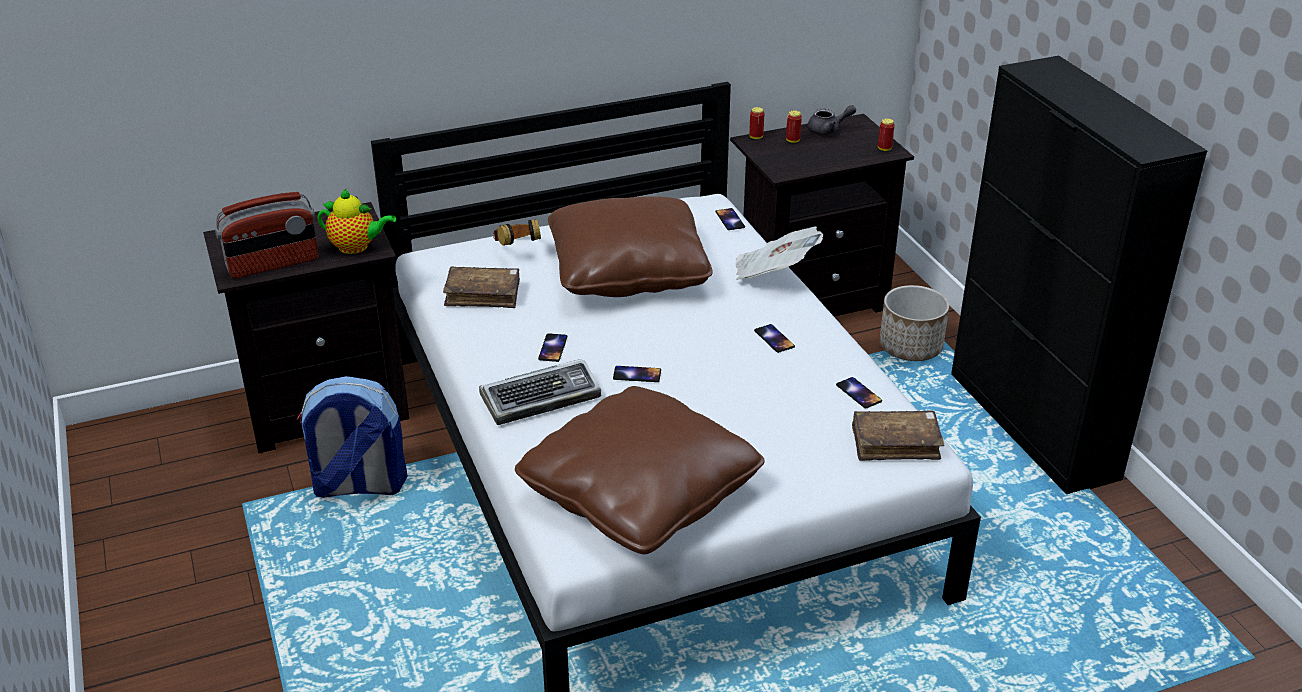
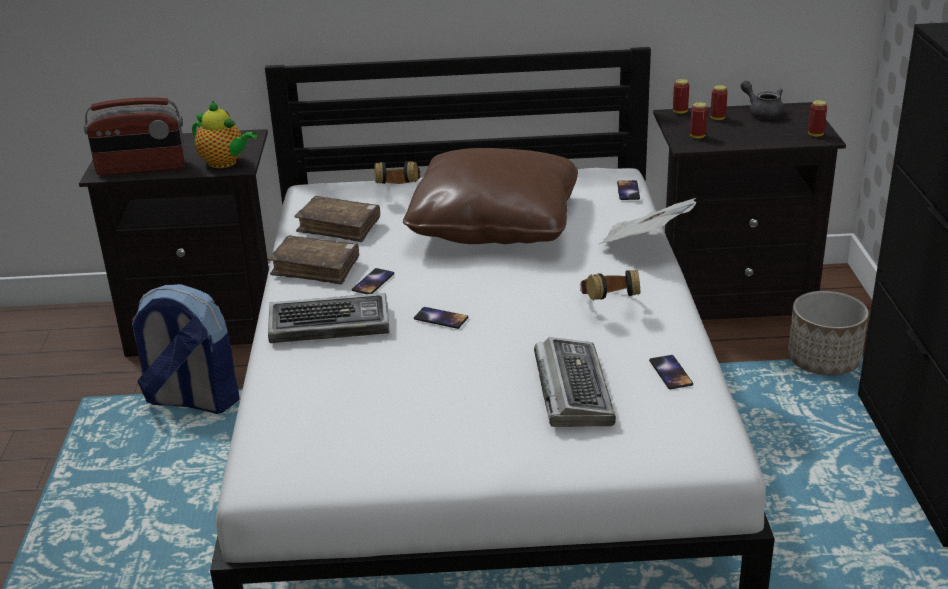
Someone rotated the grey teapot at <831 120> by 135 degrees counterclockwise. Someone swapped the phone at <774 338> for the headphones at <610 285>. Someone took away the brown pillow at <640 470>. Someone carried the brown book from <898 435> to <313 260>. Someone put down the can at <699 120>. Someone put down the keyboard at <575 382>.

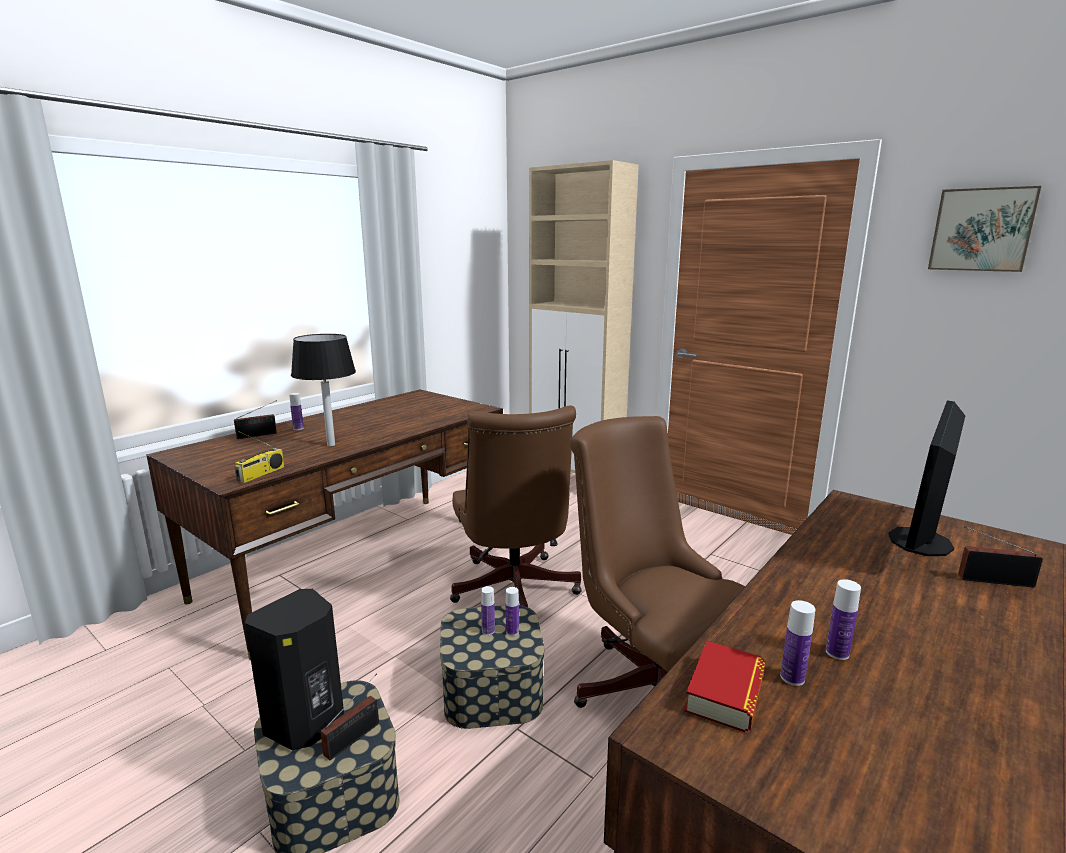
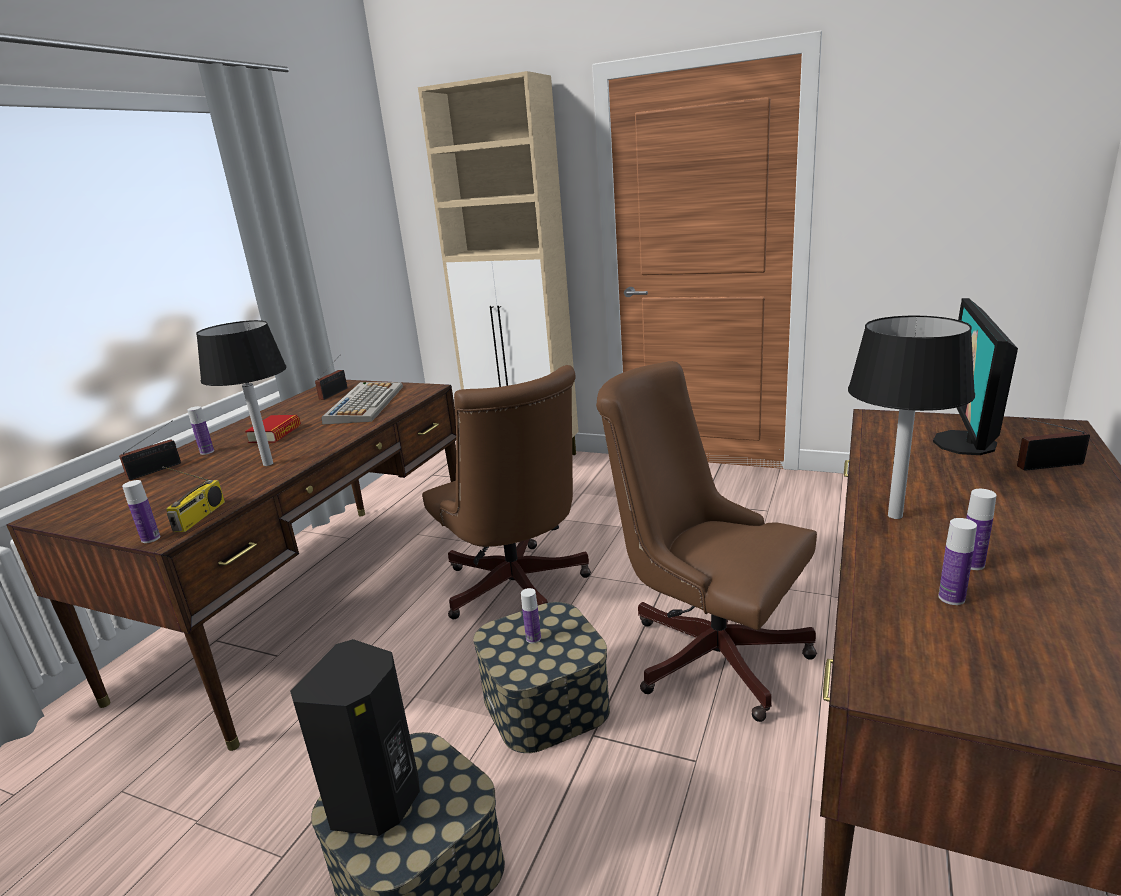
Someone took away the picture at <985 229>. Someone carried the bottle from <512 611> to <141 511>. Someone carried the book from <725 686> to <273 429>. Someone carried the radio from <350 717> to <331 377>. Someone put down the black table lamp at <911 417>. Someone put down the keyboard at <362 403>.

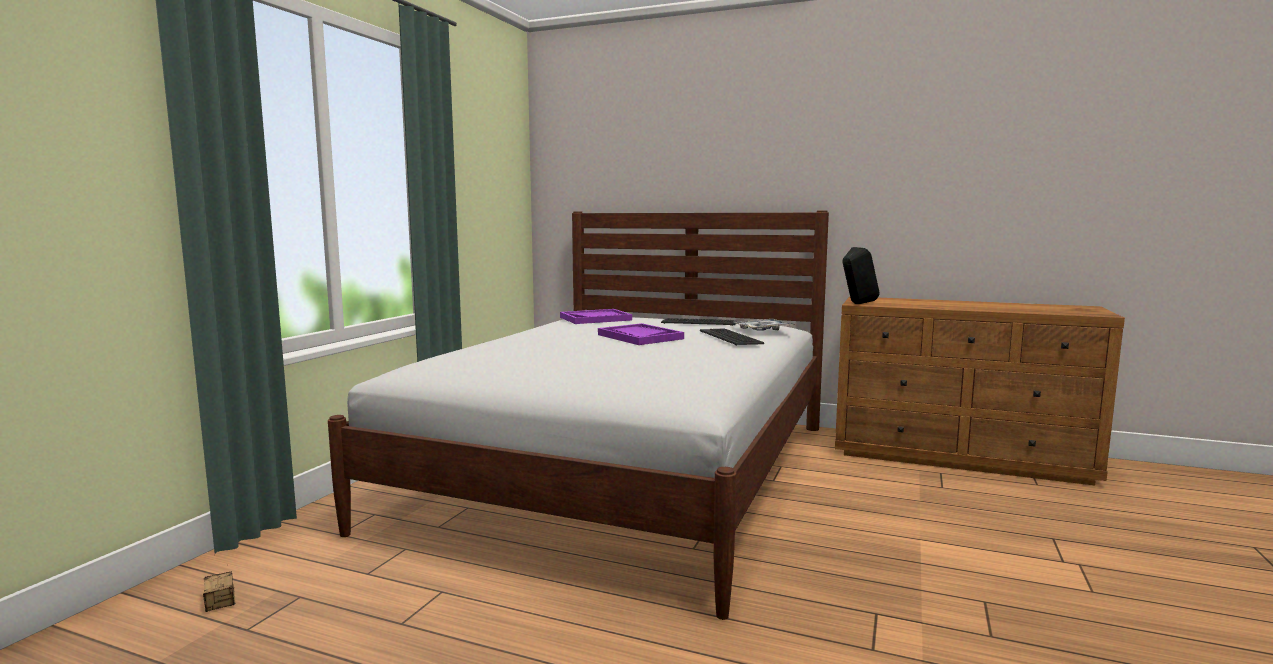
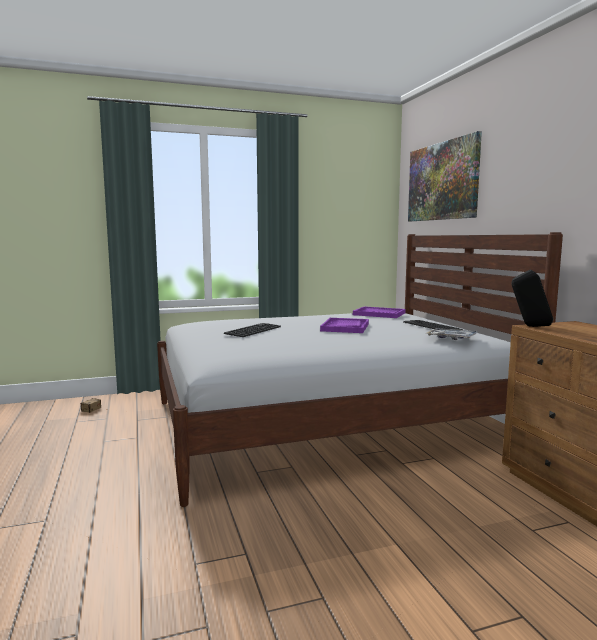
Someone carried the keyboard from <732 337> to <252 330>. Someone put up the picture at <445 176>.

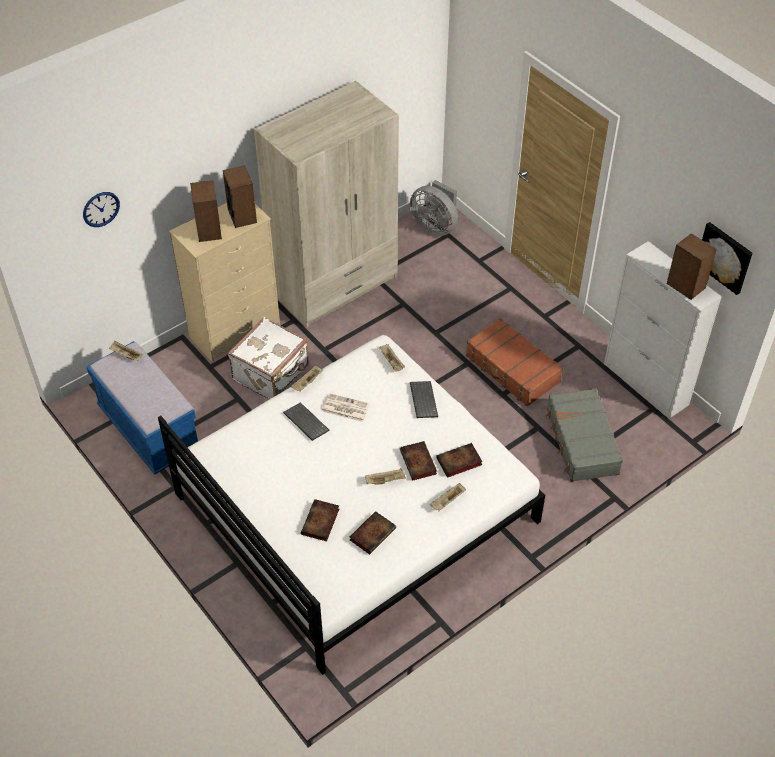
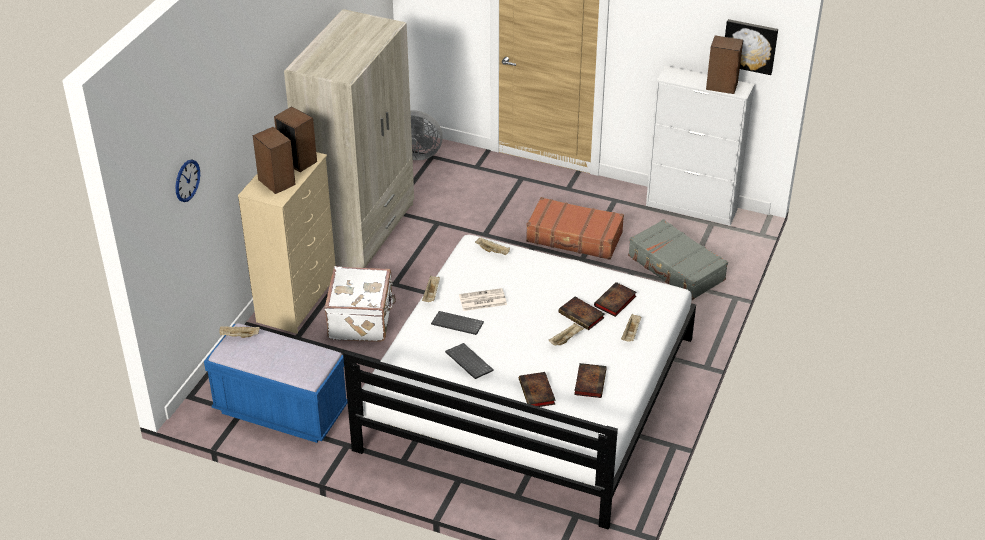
Someone carried the keyboard from <424 399> to <469 361>.

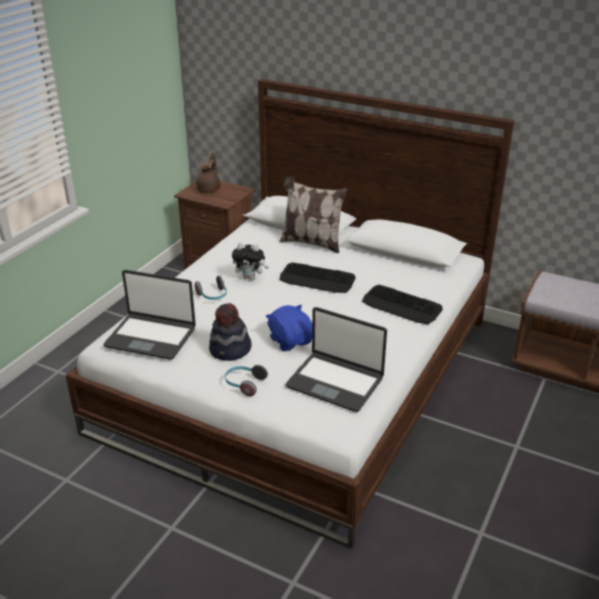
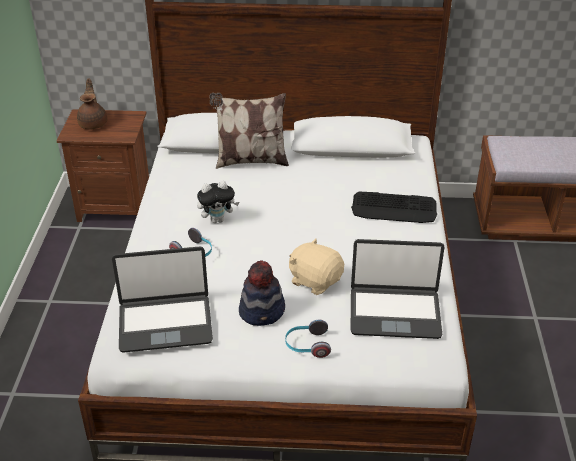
Someone took away the keyboard at <318 277>. Someone repainted the blue plush toy at <289 328>, which became the beige plush toy at <316 266>.

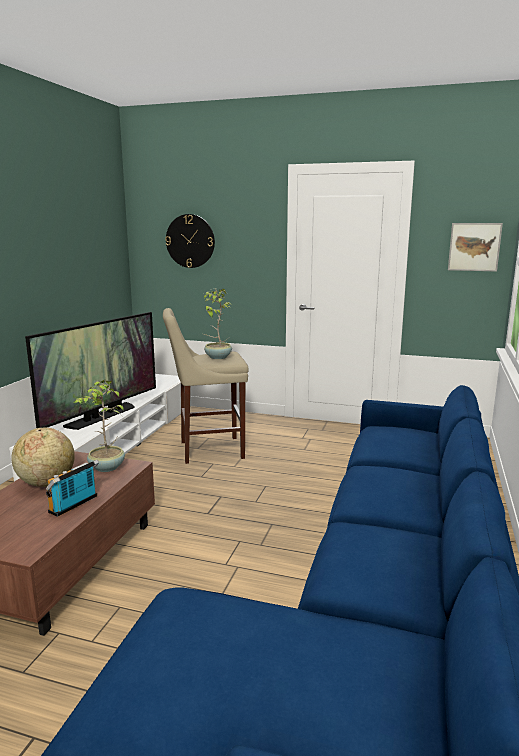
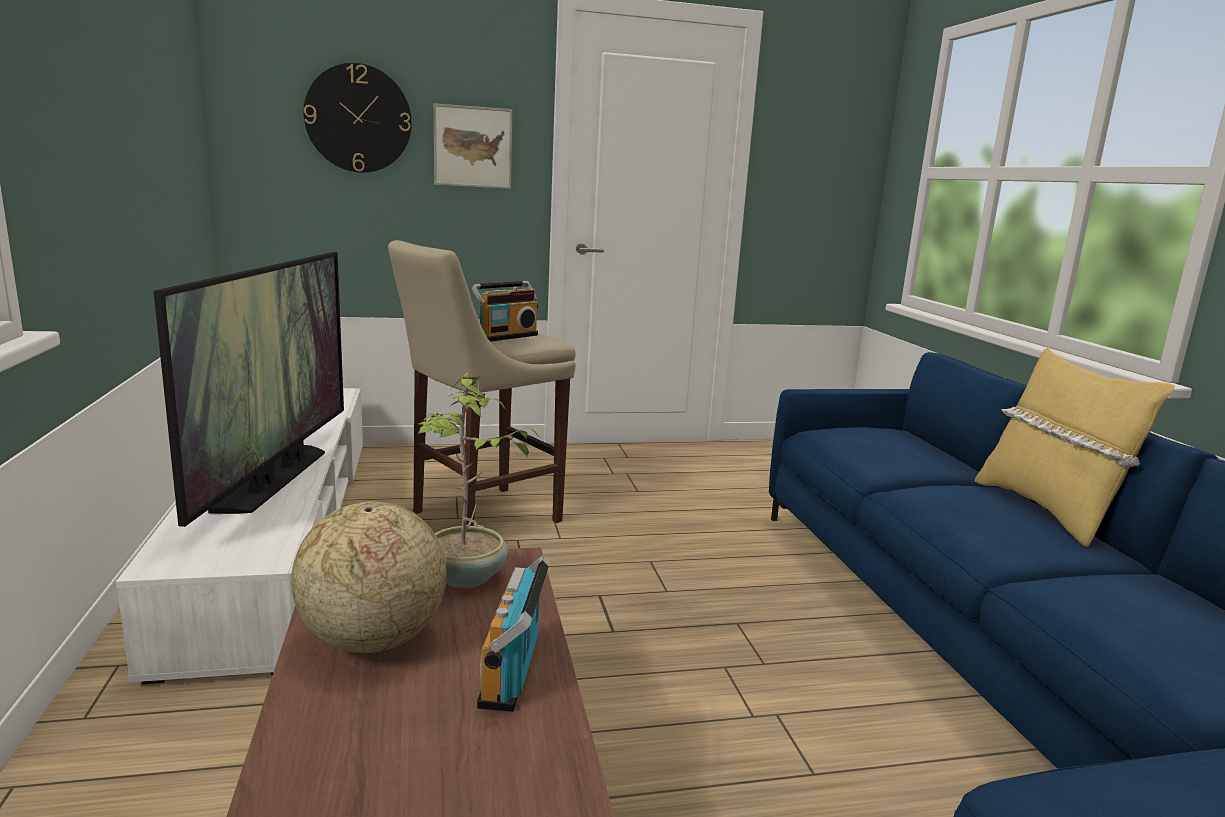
Someone carried the picture from <475 247> to <473 146>. Someone swapped the potted plant at <218 324> for the radio at <505 311>. Someone put down the yellow pillow at <1075 447>.

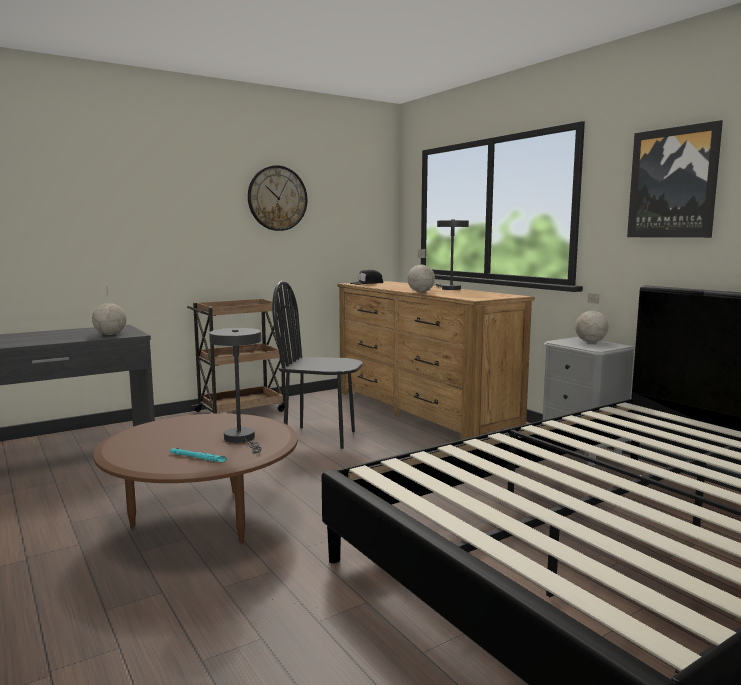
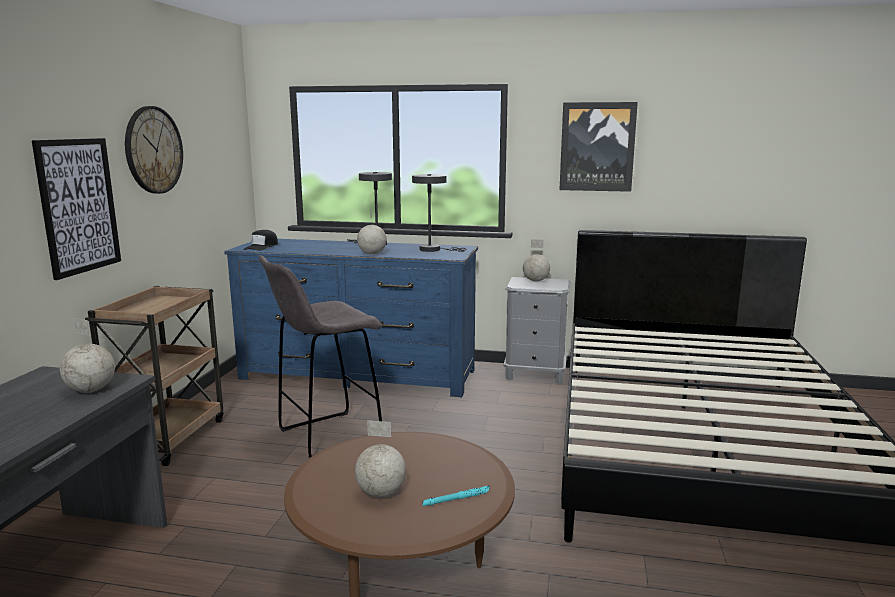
Someone swapped the black chair at <317 365> for the grey stool at <321 356>. Someone repainted the brown dresser at <436 360>, which became the blue dresser at <351 318>. Someone carried the grey table lamp from <235 390> to <439 213>. Someone put up the picture at <76 209>. Someone put down the globe at <380 458>.

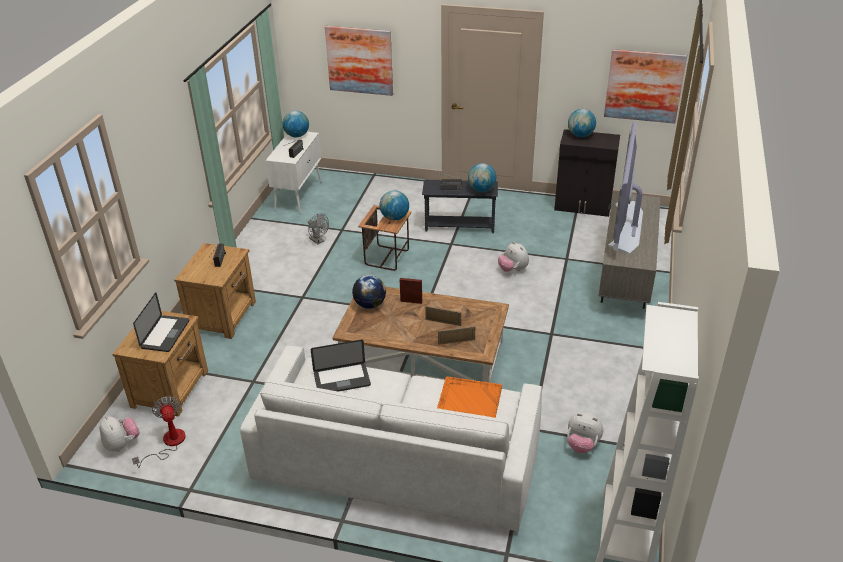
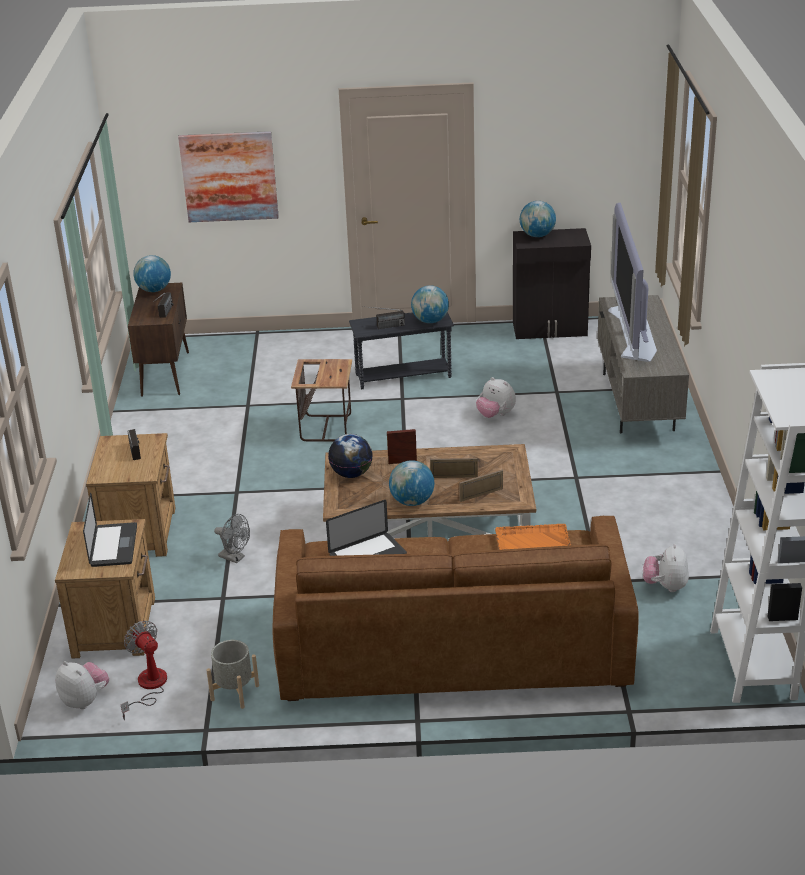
Someone took away the picture at <645 86>. Someone repainted the white cabinet at <294 173>, which became the brown cabinet at <158 340>. Someone carried the globe from <394 205> to <411 483>. Someone carried the grey fan from <318 228> to <232 538>. Someone repainted the white sofa at <391 438>, which became the brown sofa at <456 608>. Someone rotated the plush toy at <585 433> by 90 degrees clockwise. Someone put down the grey planter at <232 674>.

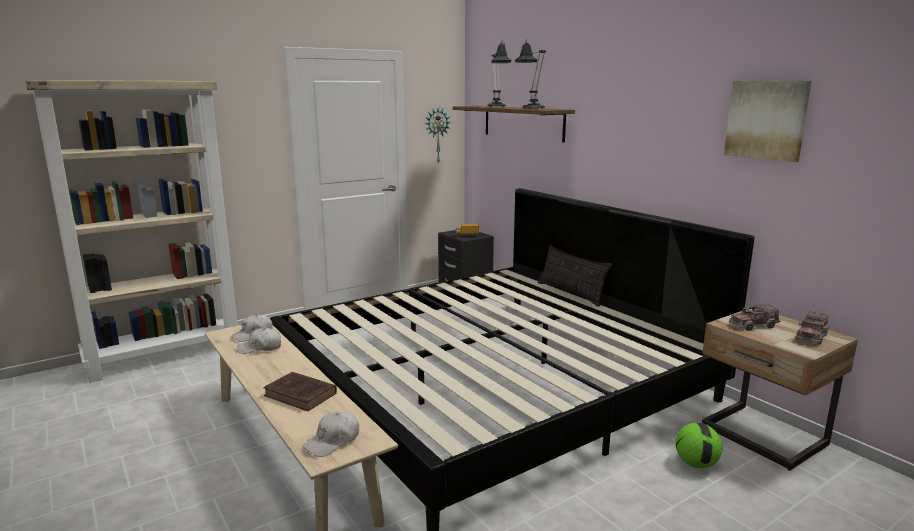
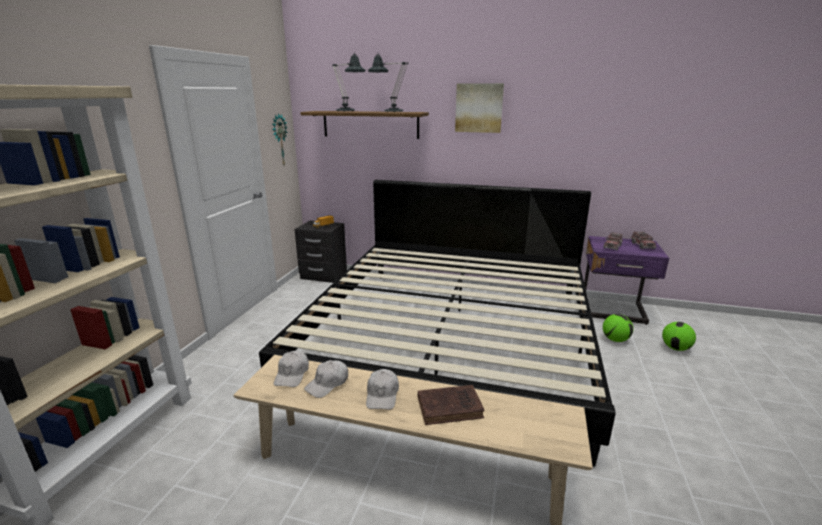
Someone carried the picture from <768 121> to <479 108>. Someone took away the pillow at <575 275>. Someone repainted the beige nightstand at <780 390>, which became the purple nightstand at <626 280>. Someone carried the white cap from <331 434> to <382 389>. Someone put down the football at <679 336>.

